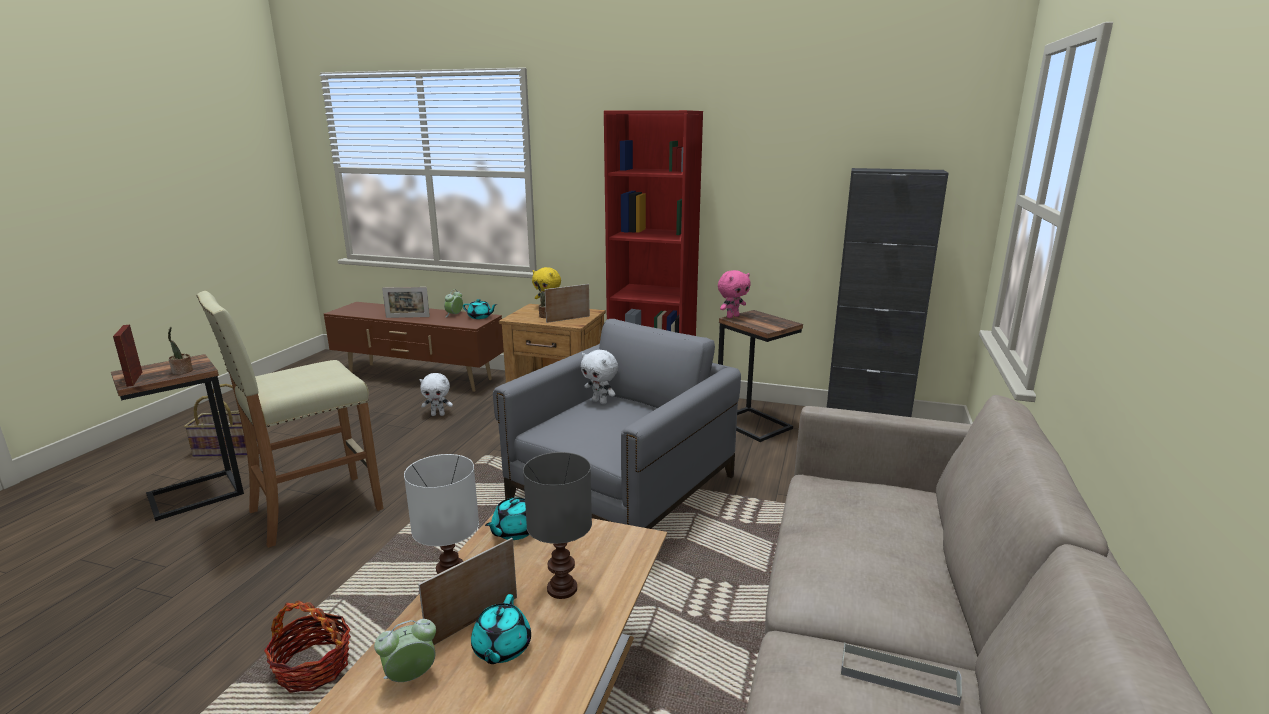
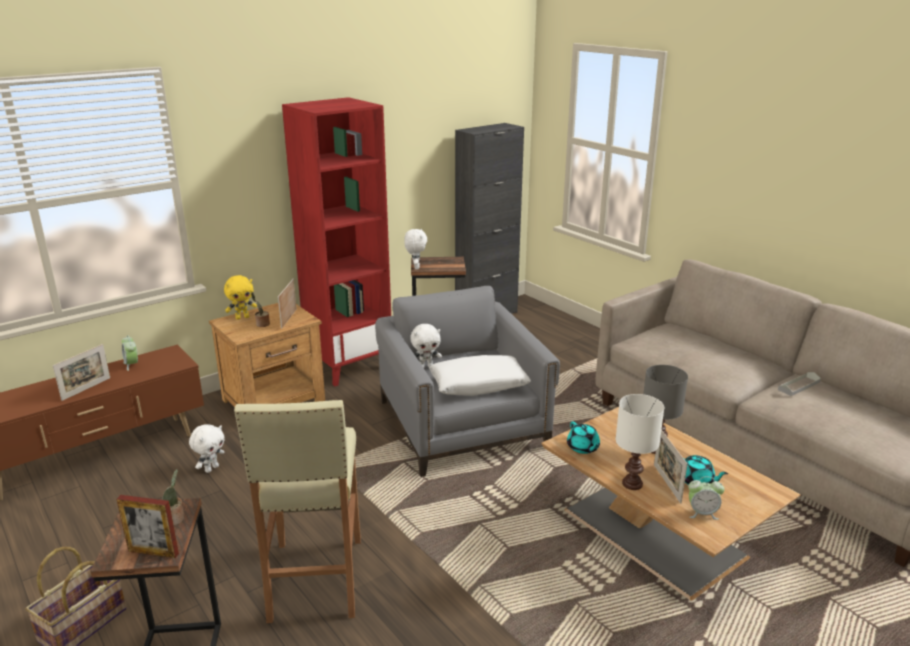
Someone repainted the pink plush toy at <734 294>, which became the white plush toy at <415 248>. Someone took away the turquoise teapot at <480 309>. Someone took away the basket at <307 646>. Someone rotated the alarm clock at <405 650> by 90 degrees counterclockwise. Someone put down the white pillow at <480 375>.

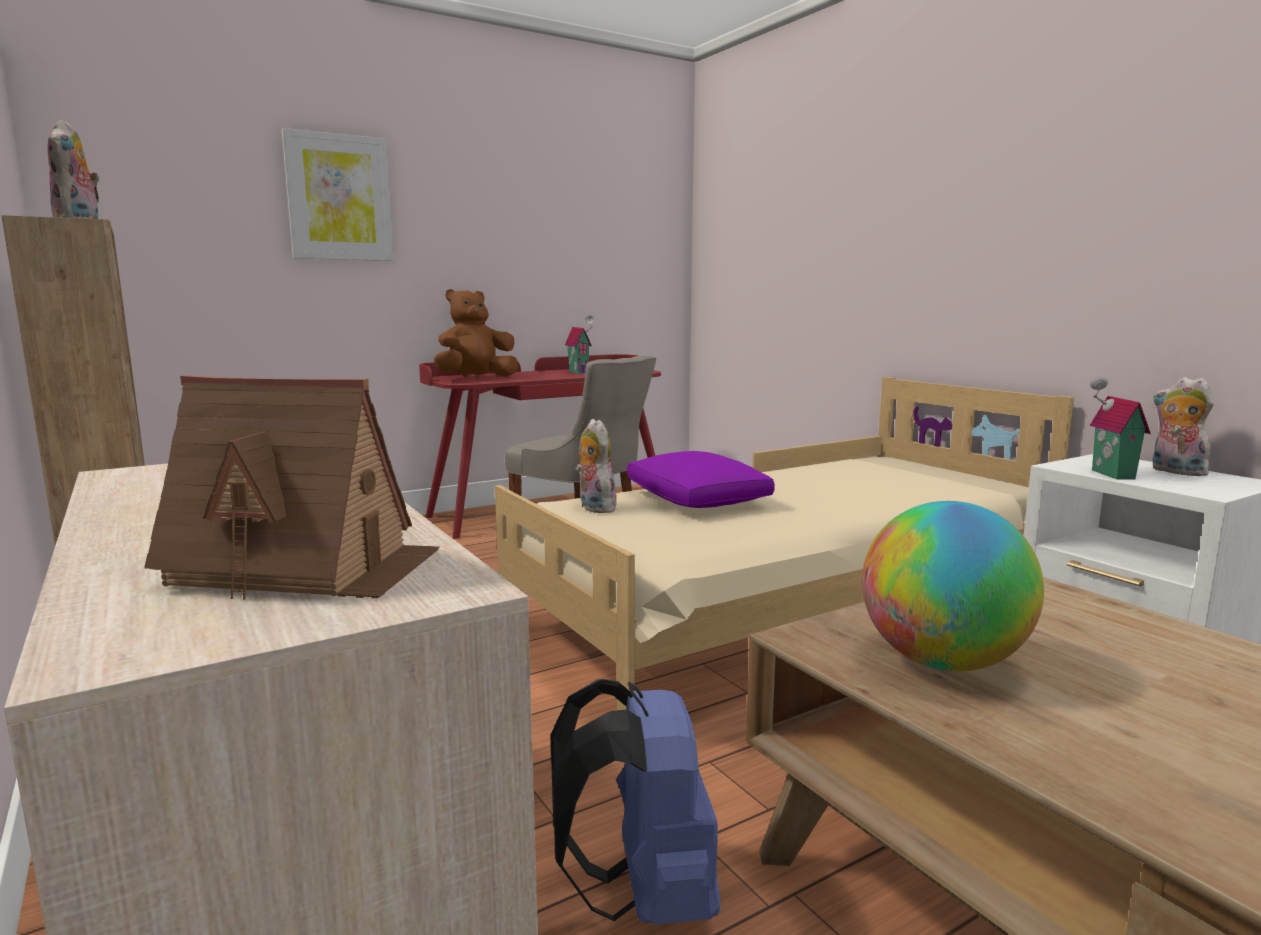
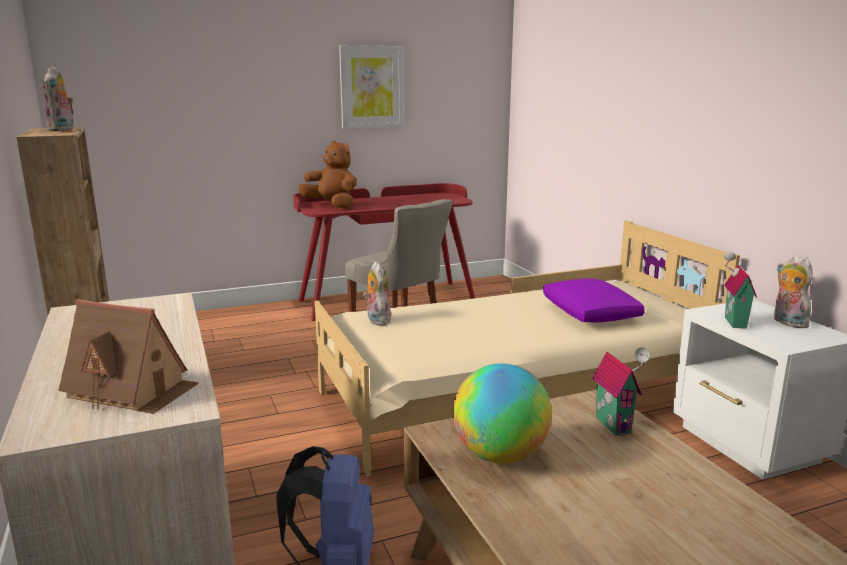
Someone carried the picture from <337 194> to <371 87>. Someone rotated the brown plush toy at <476 333> by 60 degrees clockwise. Someone carried the toy house from <580 345> to <621 391>. Someone carried the purple pillow from <701 479> to <594 300>.

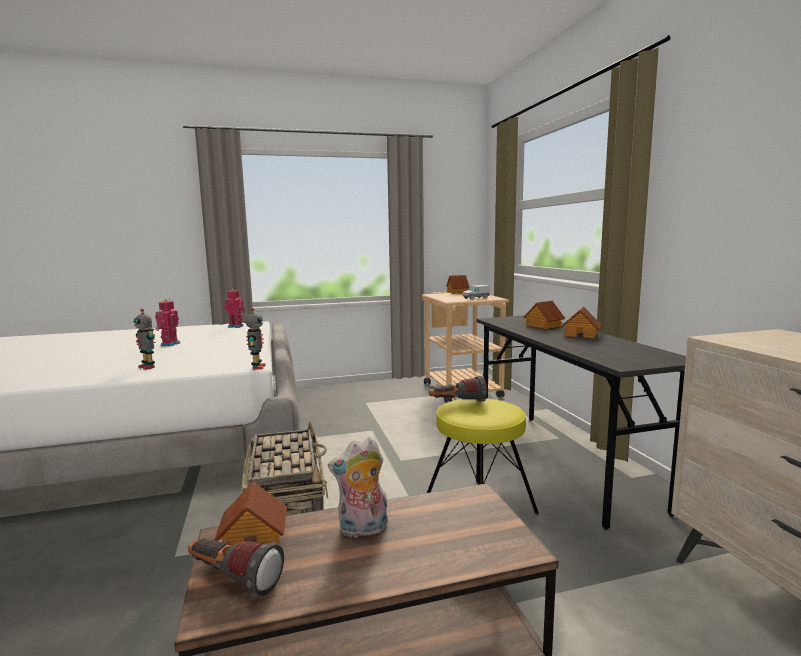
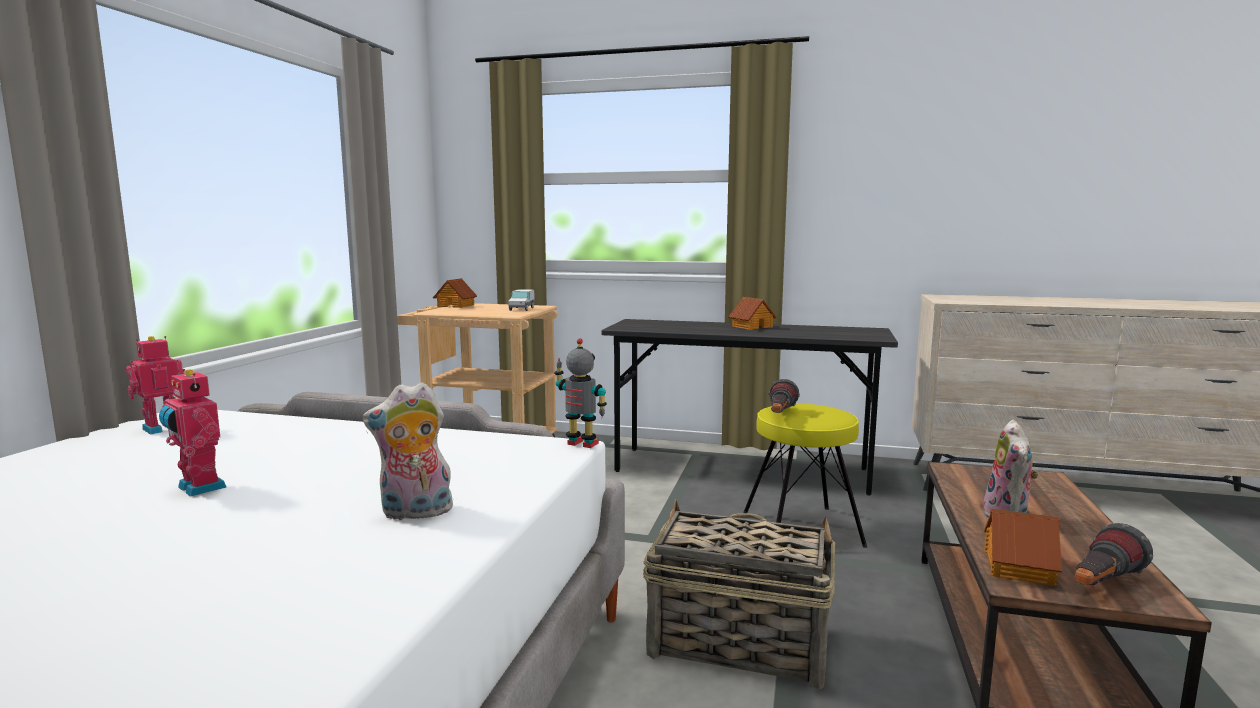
Someone took away the toy house at <544 315>. Someone swapped the toy robot at <144 339> for the plush toy at <408 451>.

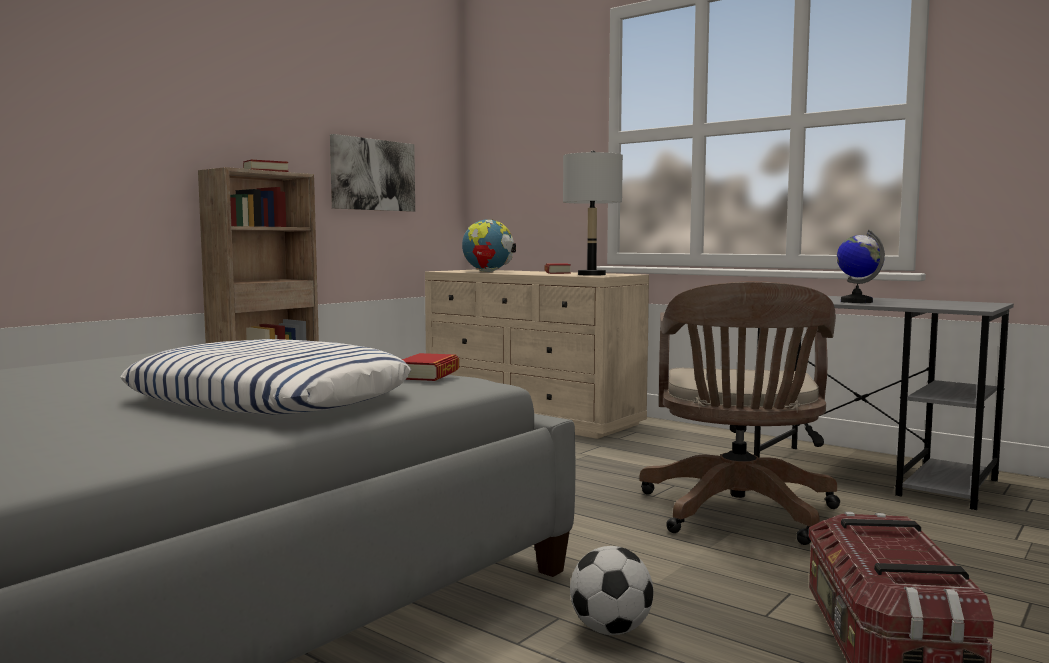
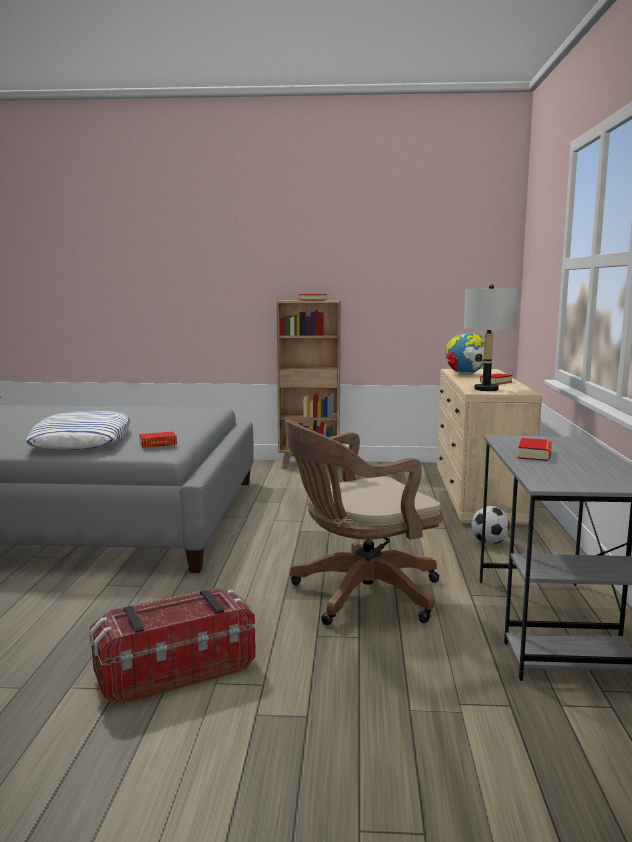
Someone took away the picture at <372 173>. Someone swapped the globe at <861 266> for the book at <535 449>. Someone carried the football from <611 590> to <490 525>.

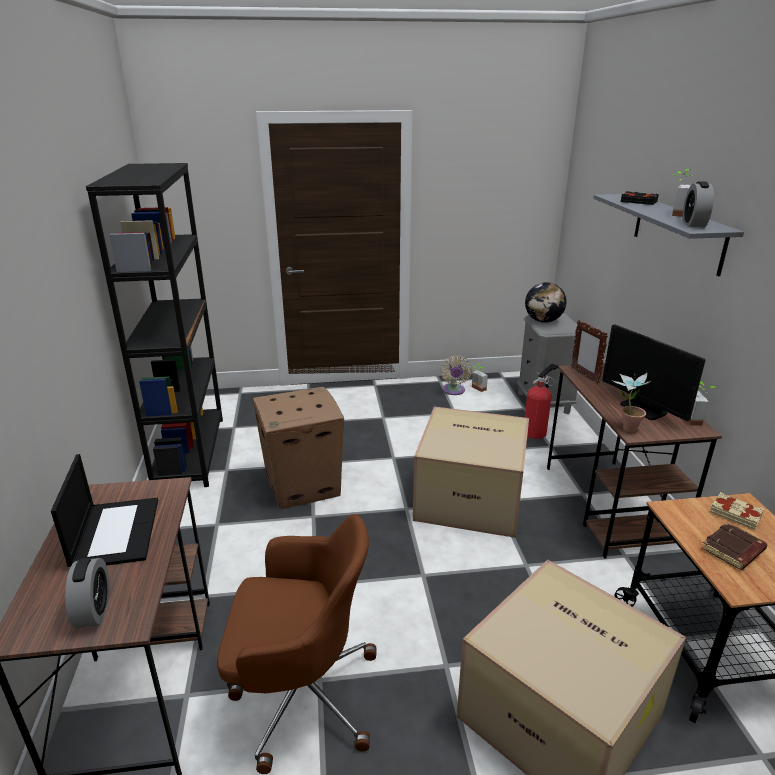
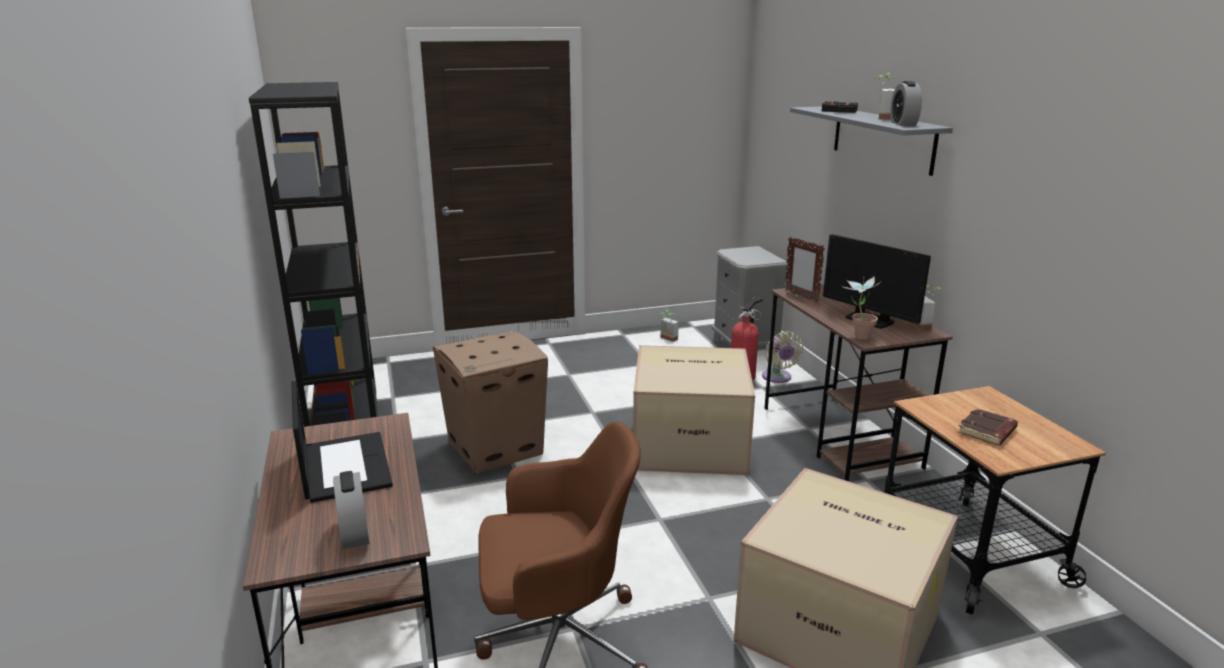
Someone took away the globe at <545 302>. Someone carried the beige fan from <456 375> to <783 357>. Someone took away the beige book at <737 511>.

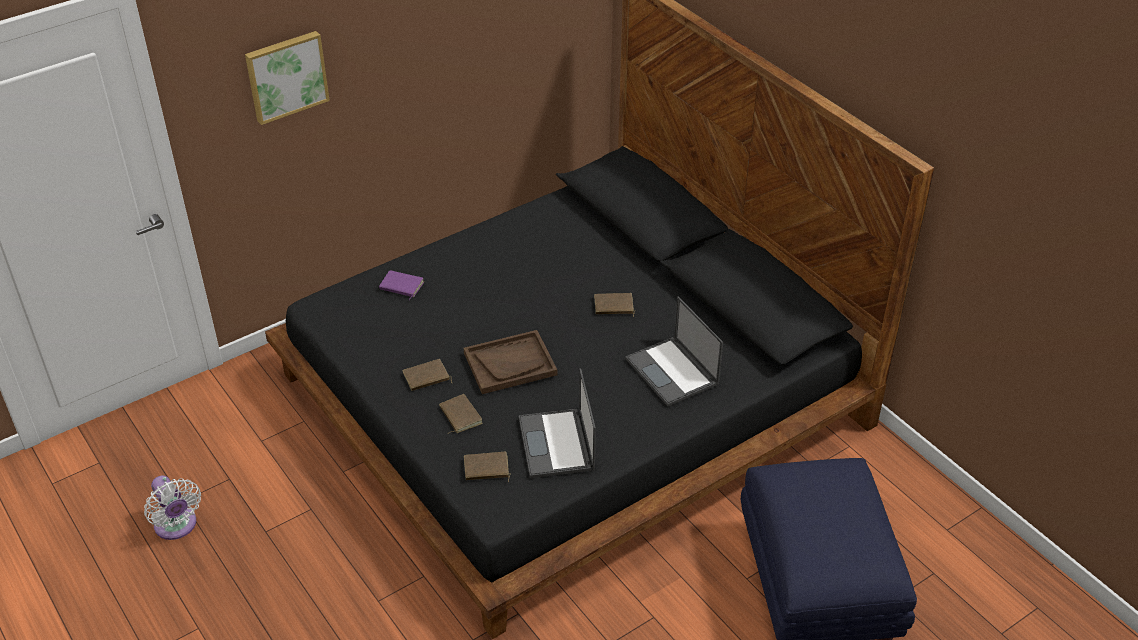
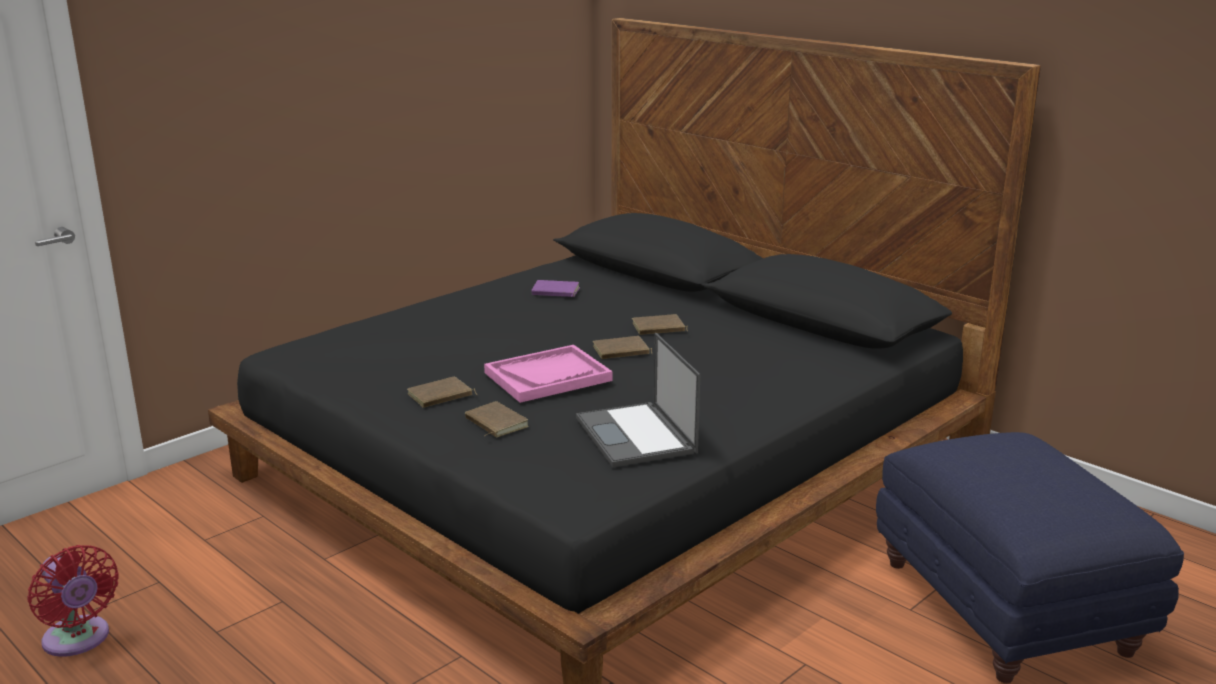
Someone took away the picture at <287 78>. Someone carried the purple book from <401 285> to <555 288>. Someone took away the laptop at <674 351>. Someone repainted the brown tray at <510 362>, which became the pink tray at <548 374>. Someone carried the brown book from <487 466> to <622 347>. Someone repainted the white fan at <172 508>, which became the red fan at <73 601>.

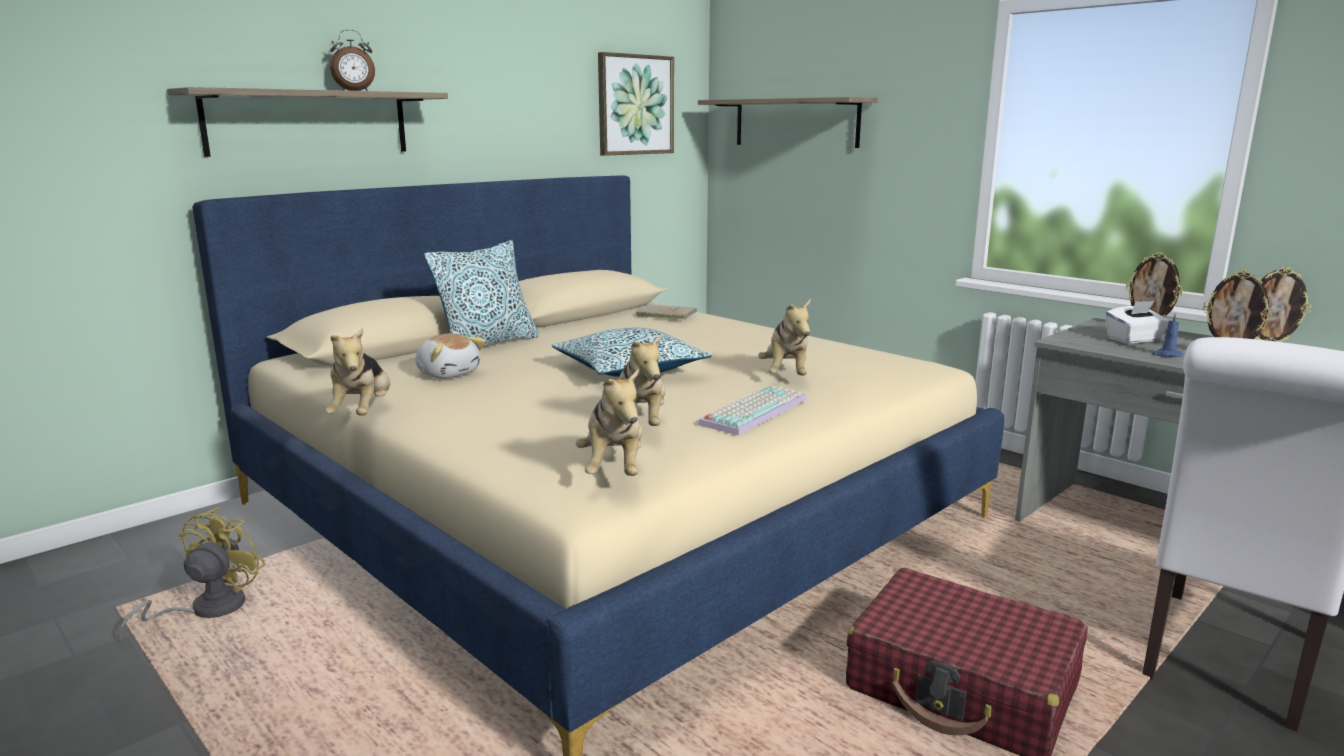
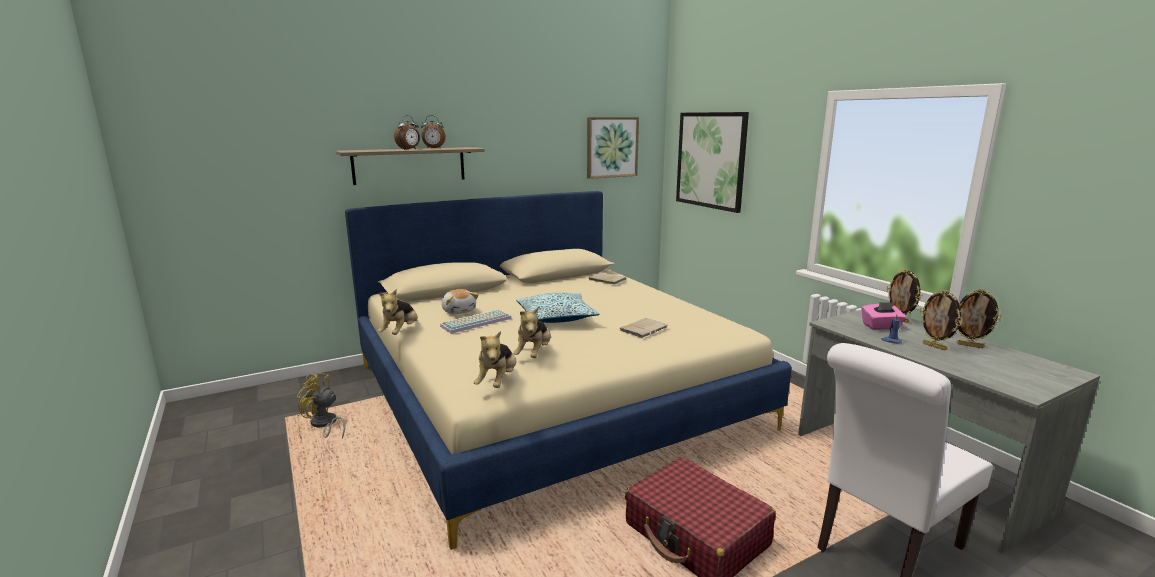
Someone swapped the shelf at <788 122> for the picture at <712 162>. Someone took away the pillow at <481 293>. Someone swapped the plush toy at <784 337> for the beige book at <643 328>. Someone repainted the white tissue box at <1137 322>, which became the pink tissue box at <883 316>. Someone carried the keyboard from <752 410> to <476 321>. Someone rotated the yellow fan at <191 574> by 105 degrees counterclockwise. Someone put down the alarm clock at <407 132>.

